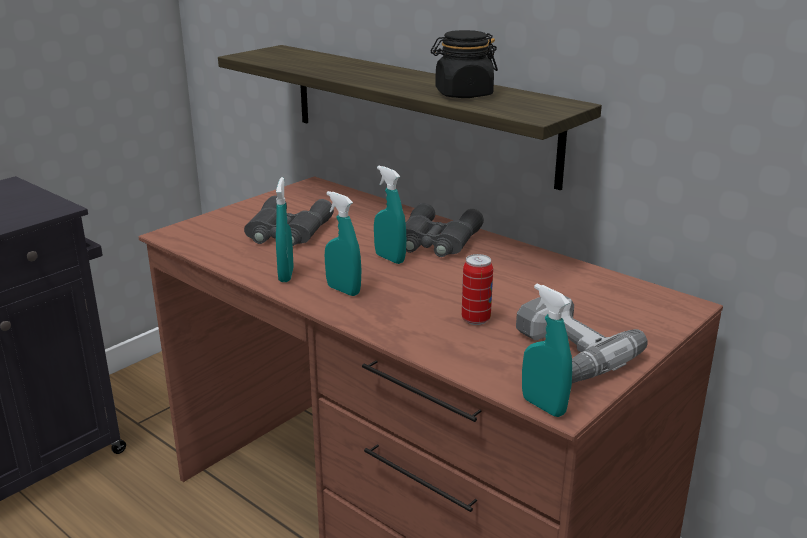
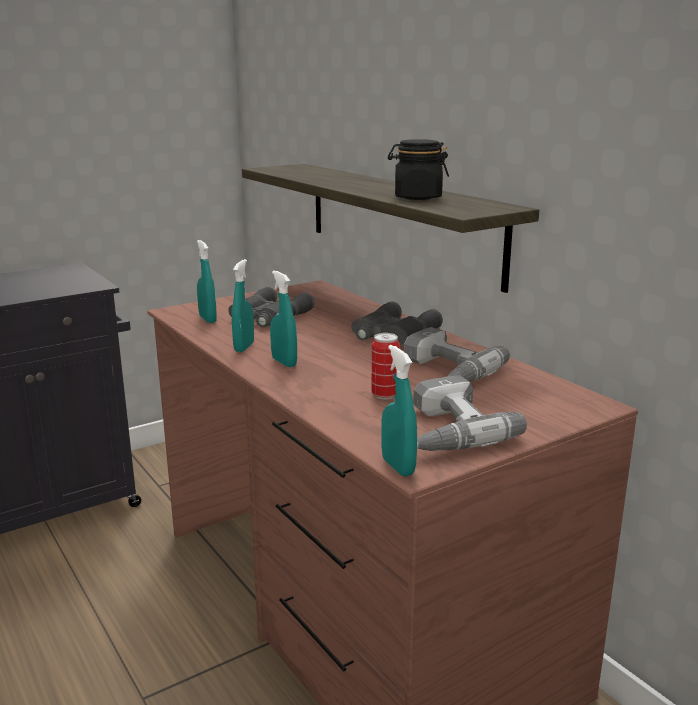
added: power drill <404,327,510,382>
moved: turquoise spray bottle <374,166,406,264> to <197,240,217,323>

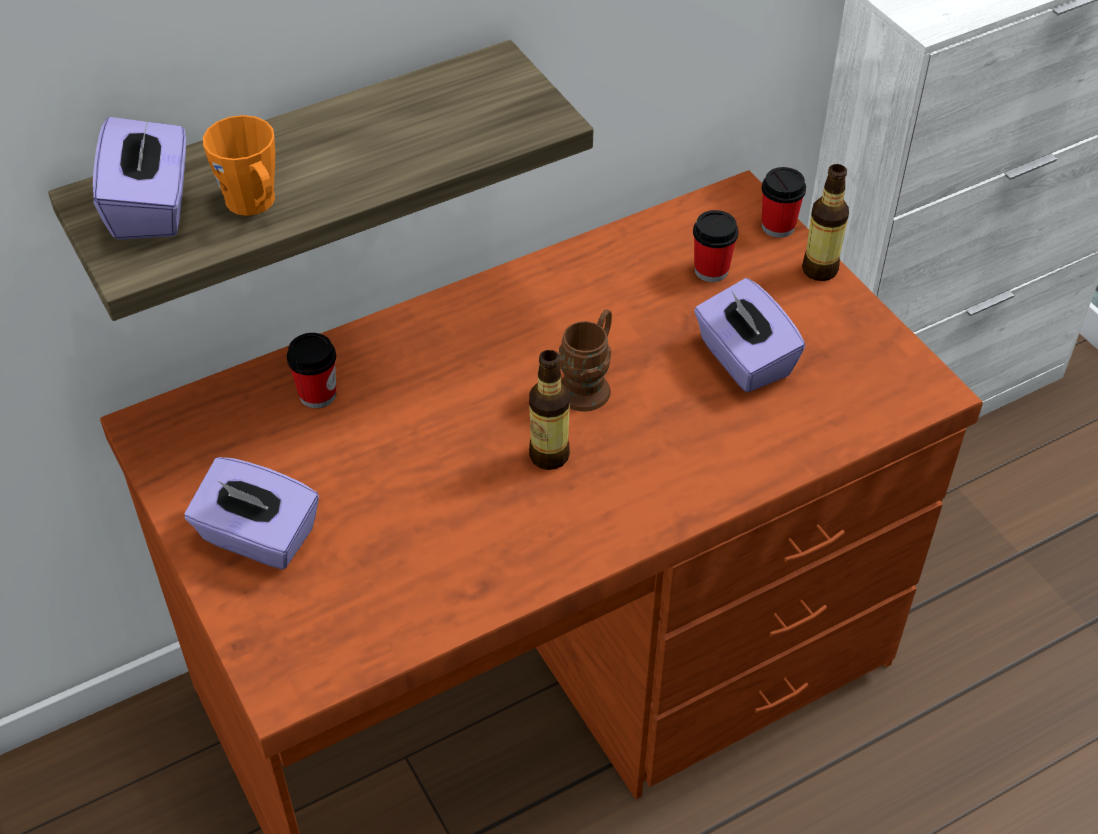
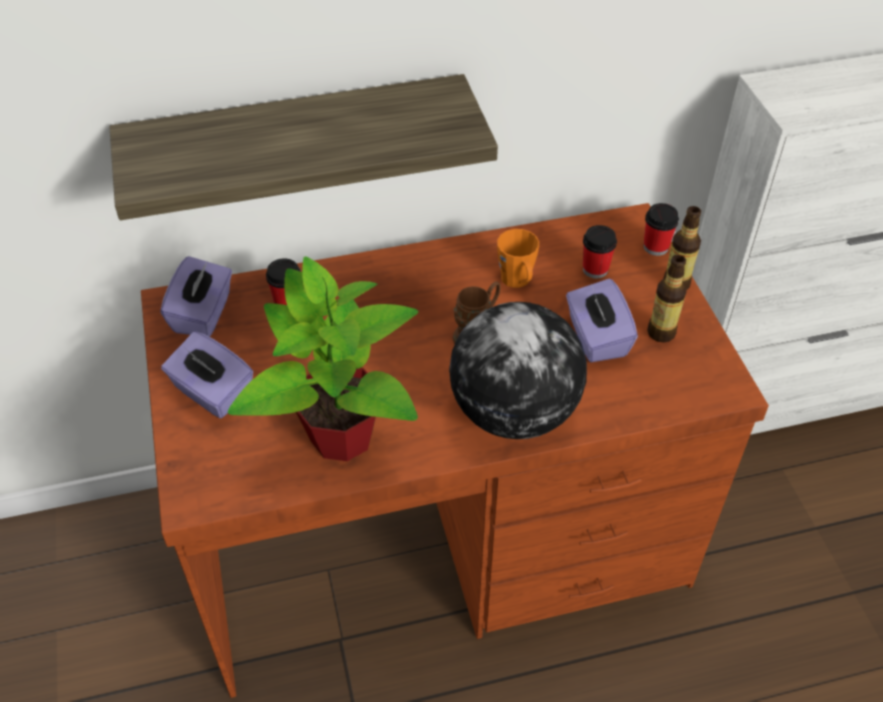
added: potted plant <228,256,418,461>; globe <449,302,587,439>
moved: purple tissue box <93,111,186,240> to <160,256,232,337>; orange mug <203,115,275,216> to <497,229,539,288>; bottle <529,350,570,470> to <647,255,687,342>

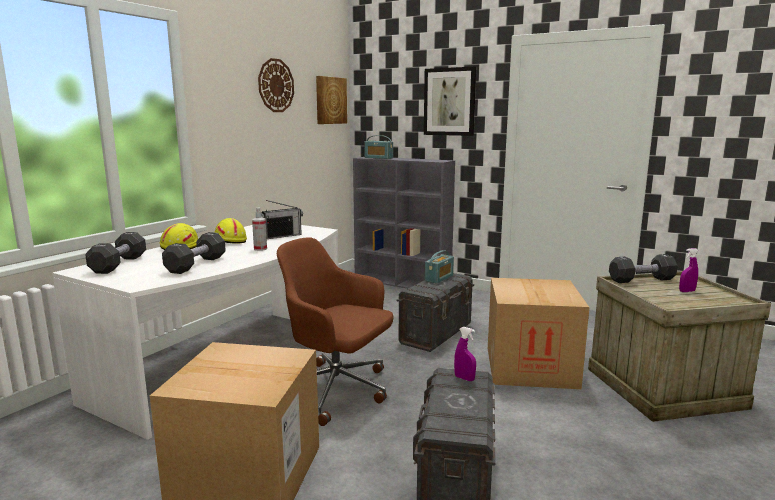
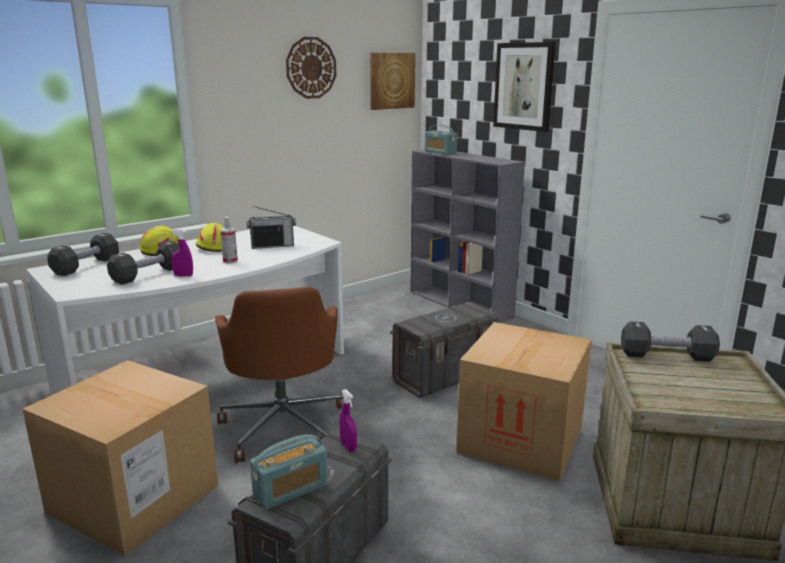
moved: radio <425,250,454,284> to <250,434,328,510>; purple spray bottle <679,248,699,292> to <170,229,193,277>
turned: brown office chair <277,237,393,426> = <215,287,344,463> 150 degrees counterclockwise

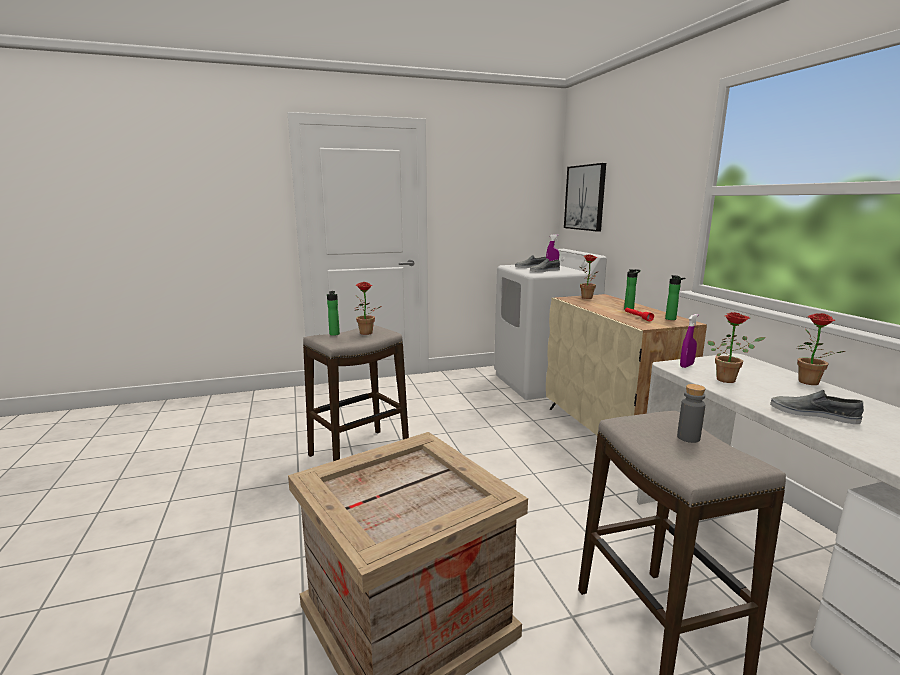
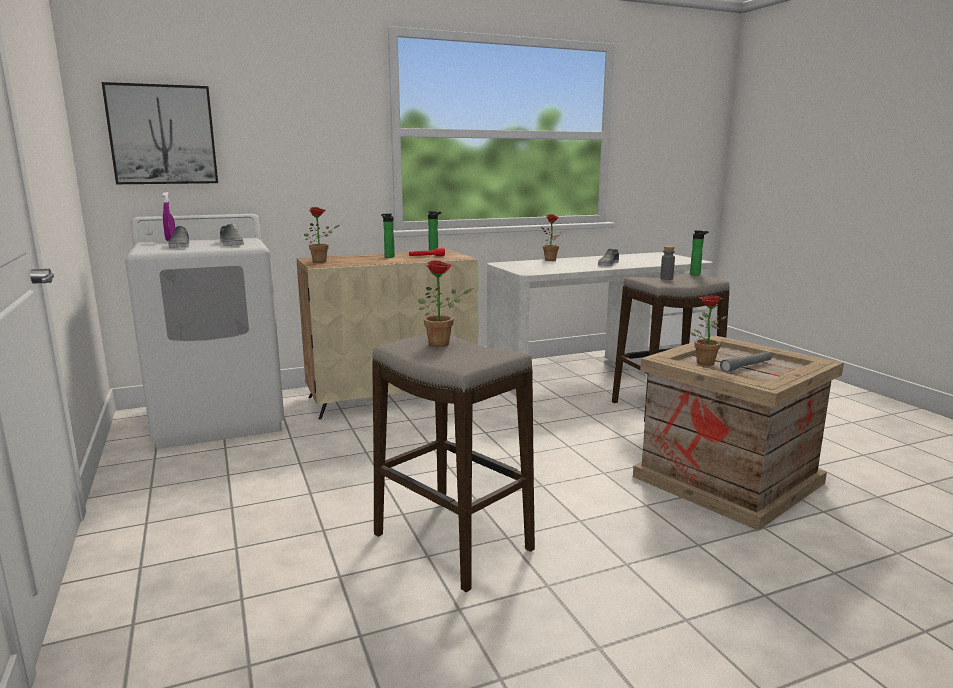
removed: purple spray bottle <680,314,698,368>
added: grey flashlight <720,352,772,372>
moved: bottle <327,291,340,336> to <690,230,709,276>; potted plant <708,312,765,383> to <690,295,727,366>

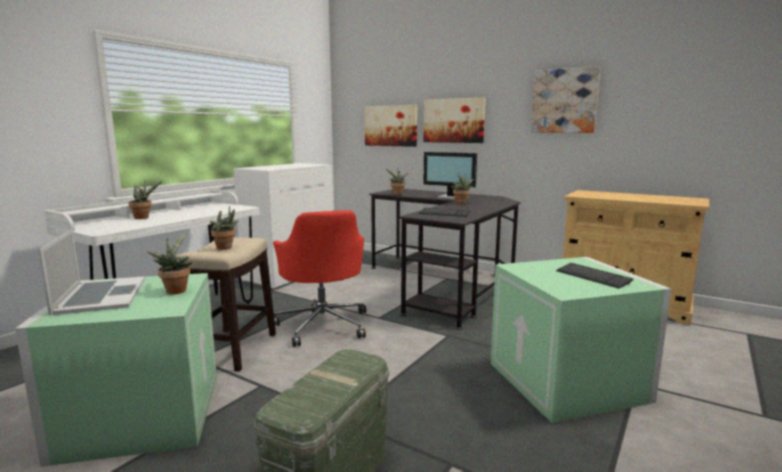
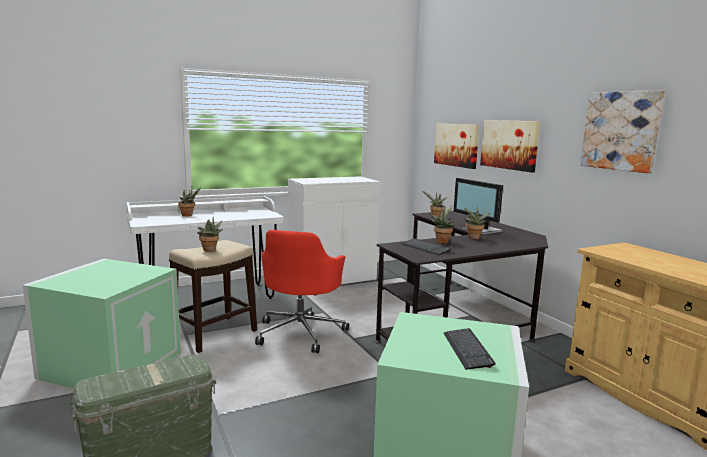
removed: laptop <38,229,145,315>
moved: potted plant <147,232,193,294> to <430,206,455,244>

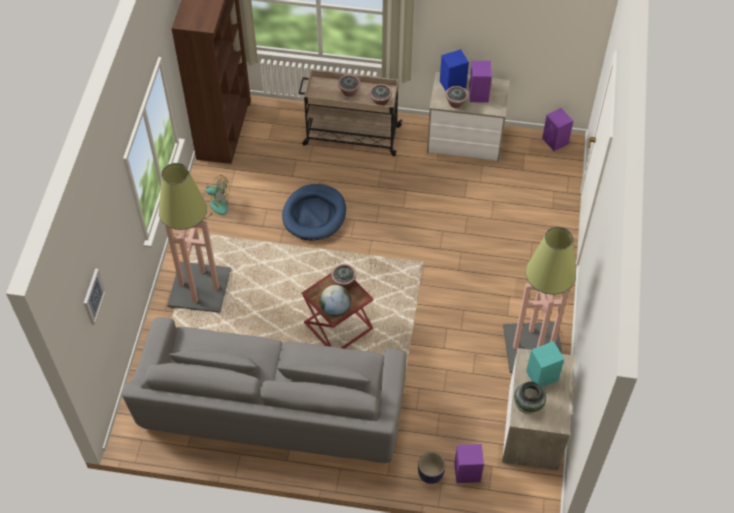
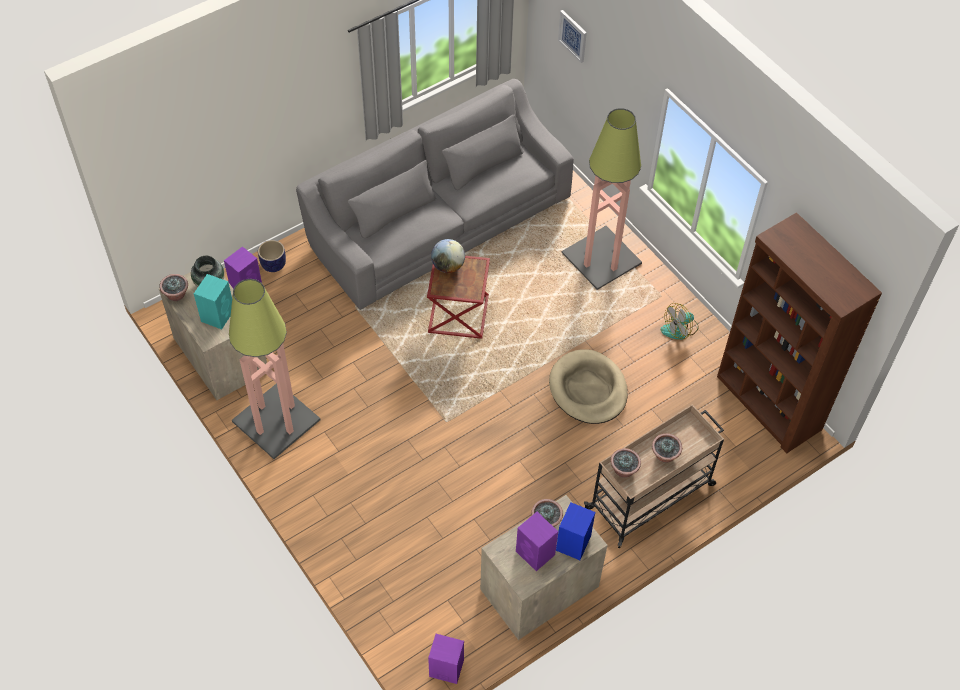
moved: potted plant <331,264,356,288> to <159,274,188,301>
recoloured: blue dog bed <282,184,346,241> to beige dog bed <549,349,628,424>

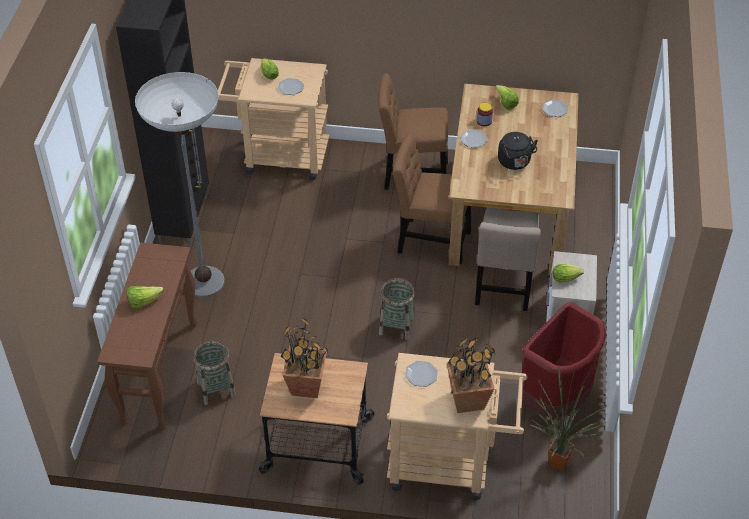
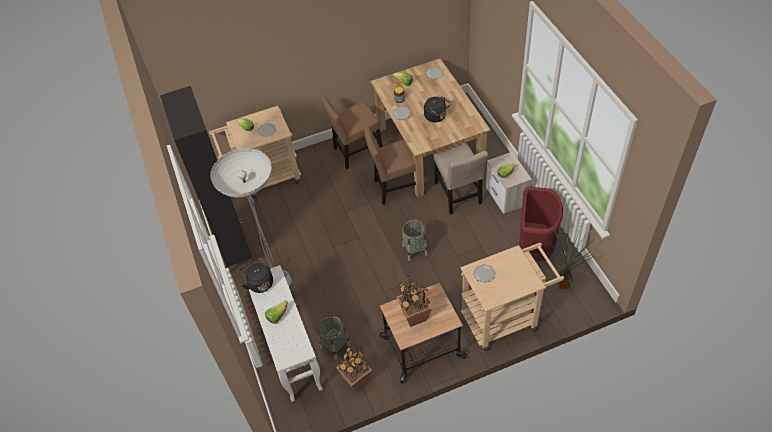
added: black kettle <240,257,273,293>
moved: potted plant <446,338,495,413> to <336,346,372,392>
recoloured: brown console table <97,242,197,430> to white console table <249,265,323,402>

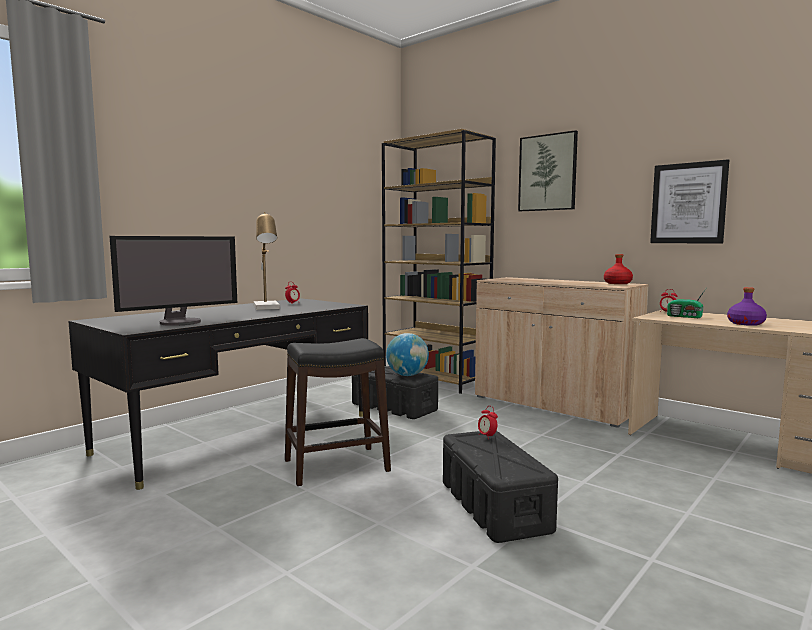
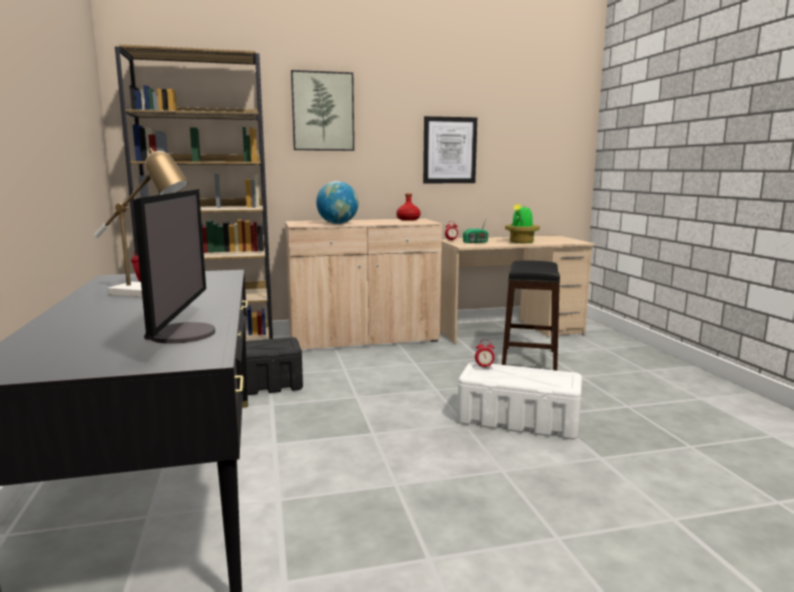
moved: black stool <285,338,391,486> to <502,260,560,371>; globe <386,333,429,376> to <316,181,359,224>
replaced: purple bottle <727,287,767,326> to potted plant <505,204,540,243>
recoloured: black storage box <443,431,558,543> to white storage box <457,362,582,440>

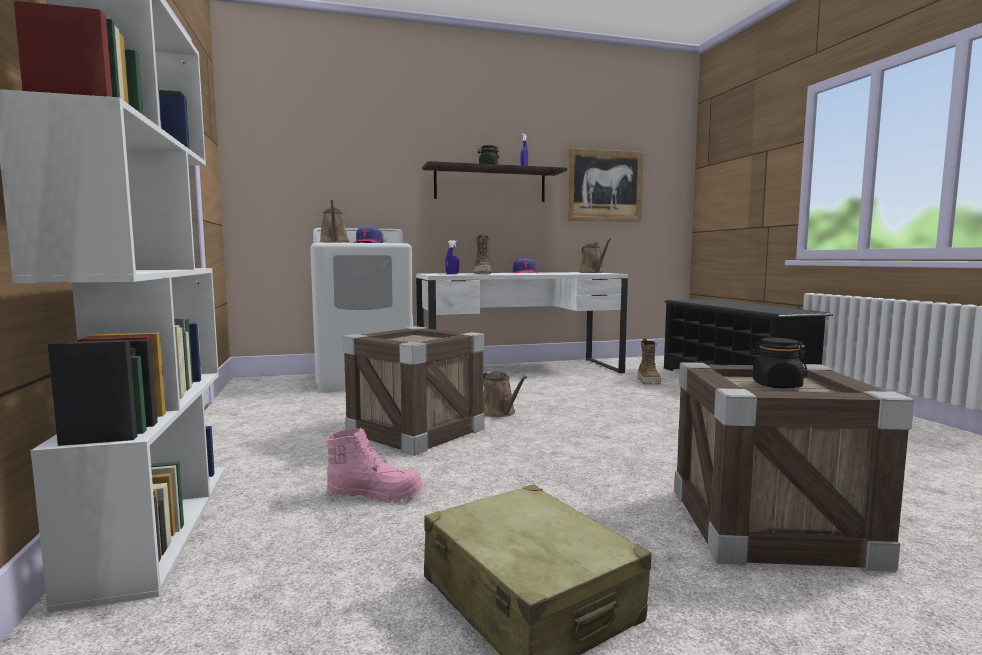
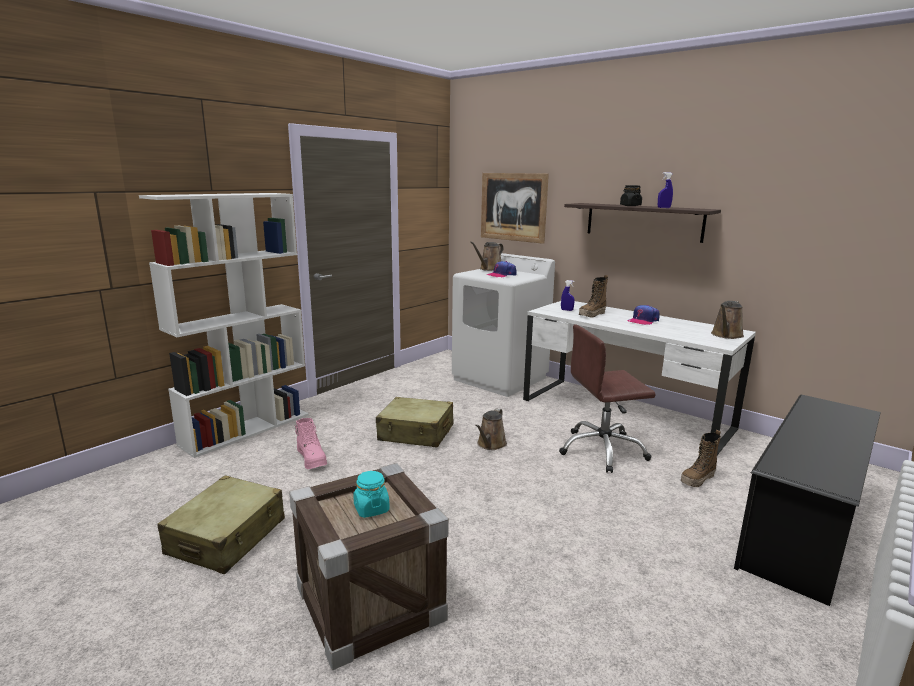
added: brown office chair <559,325,656,473>
moved: picture <567,148,644,222> to <481,173,549,244>
replaced: crate <342,326,485,456> to beige suitcase <376,397,453,448>
recoloured: black jar <750,338,807,388> to turquoise jar <353,471,390,518>

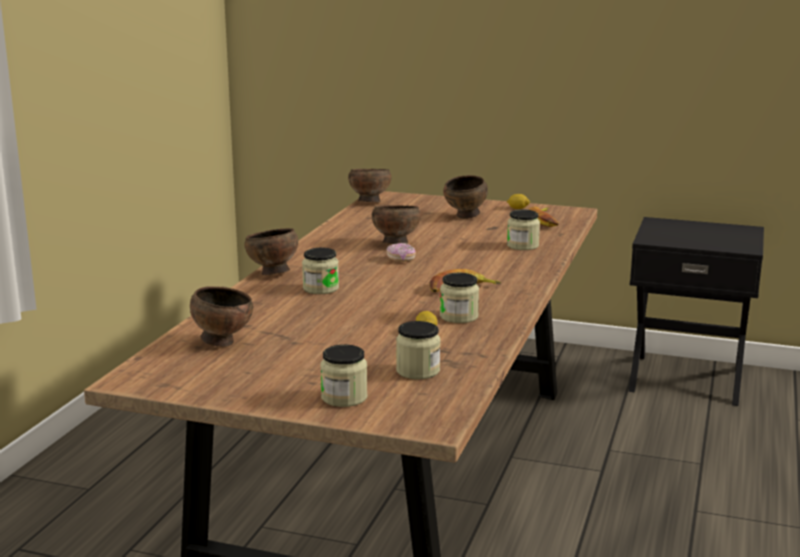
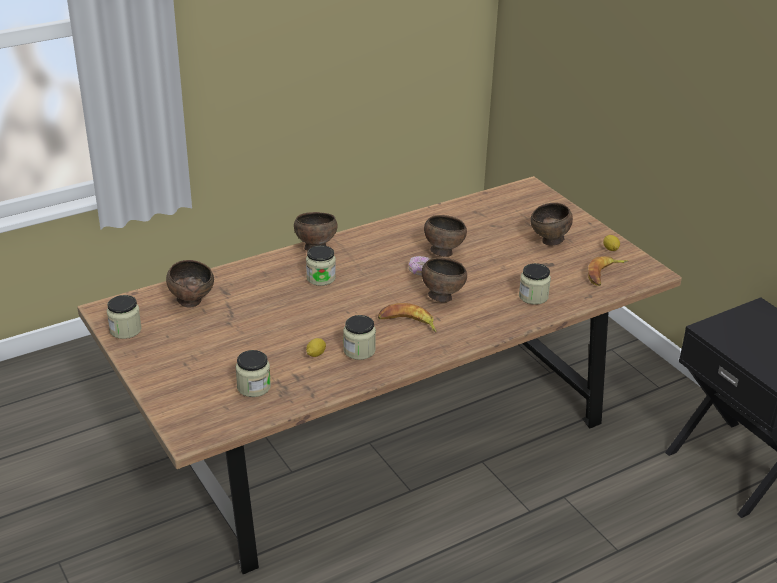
moved: jar <320,344,367,407> to <107,295,142,339>; brown bowl <348,169,391,202> to <422,257,467,302>

